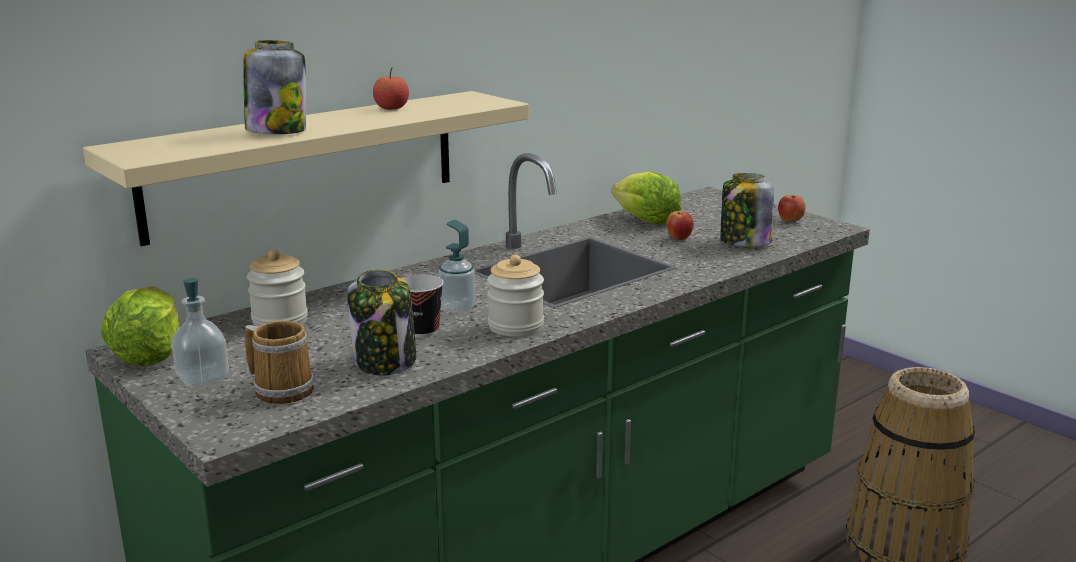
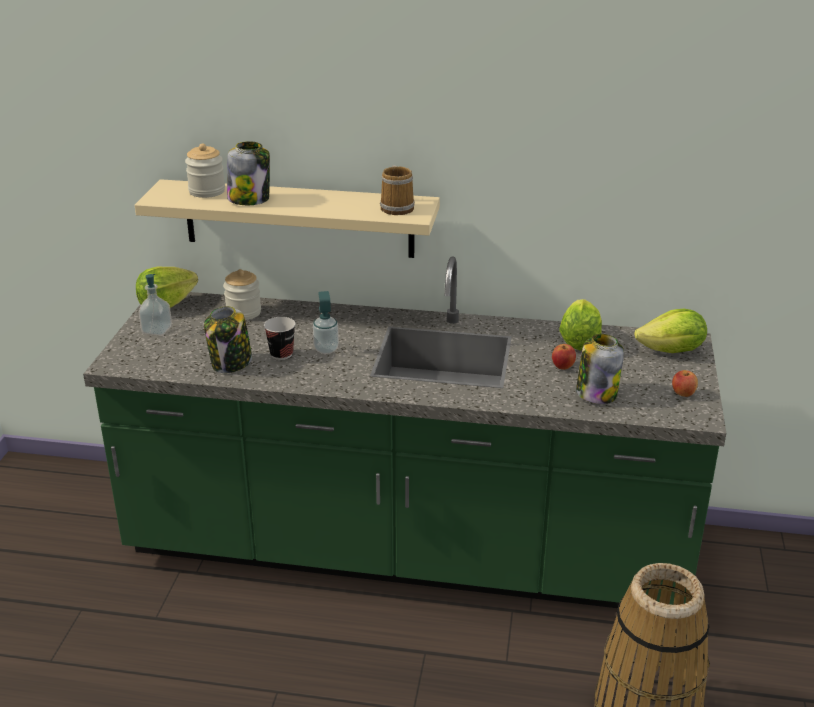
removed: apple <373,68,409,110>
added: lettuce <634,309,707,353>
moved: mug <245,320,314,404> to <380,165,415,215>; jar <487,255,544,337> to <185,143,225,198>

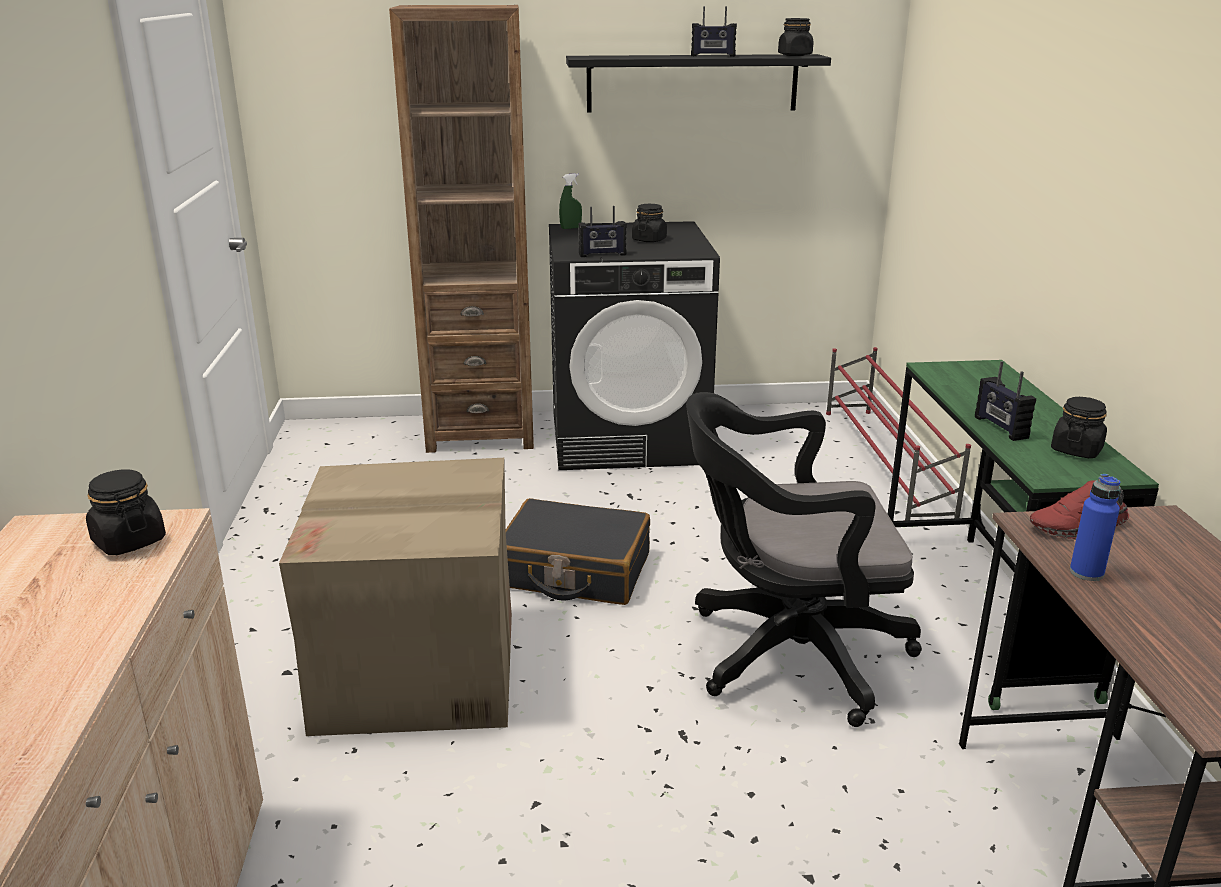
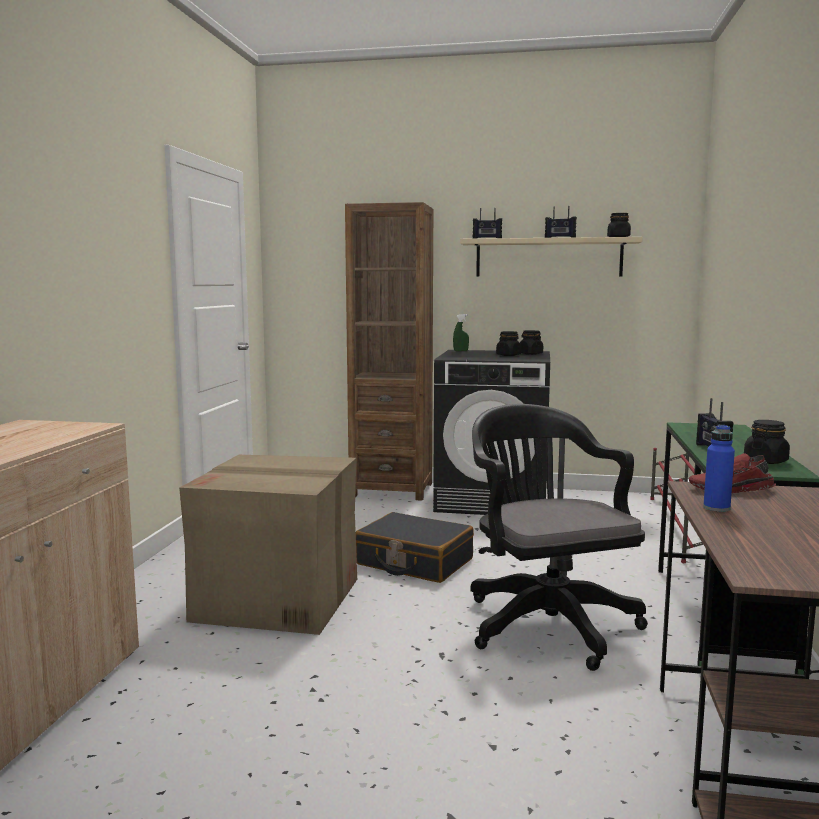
moved: black jar <86,470,166,555> to <520,330,543,355>; radio <578,206,627,257> to <473,208,502,239>
recoloured: black shelf <566,54,831,113> to beige shelf <460,237,642,277>
turned: black office chair <686,392,922,727> = <470,404,648,671> 60 degrees clockwise

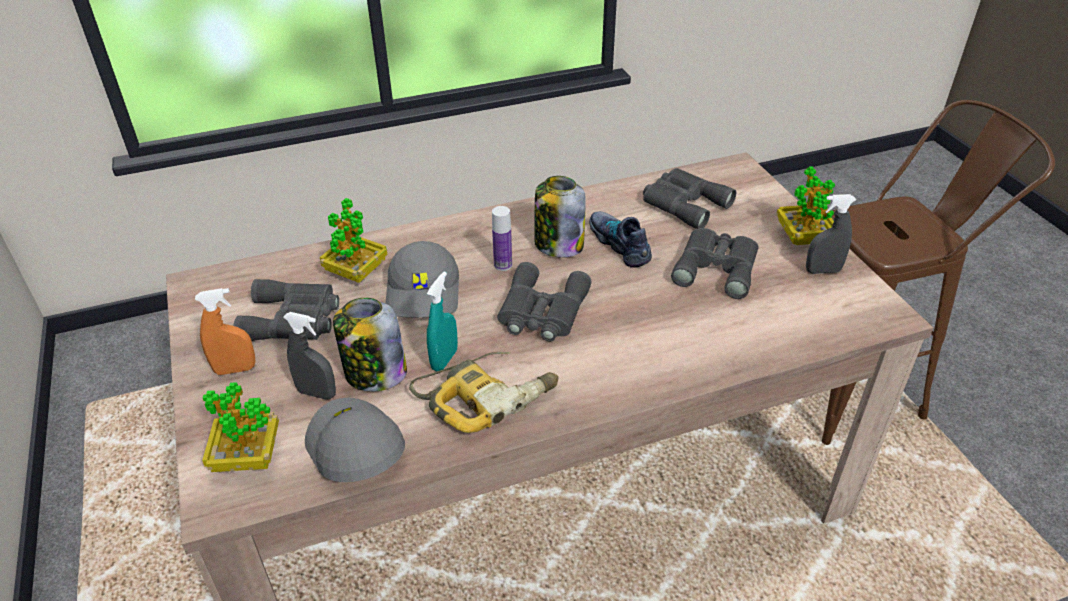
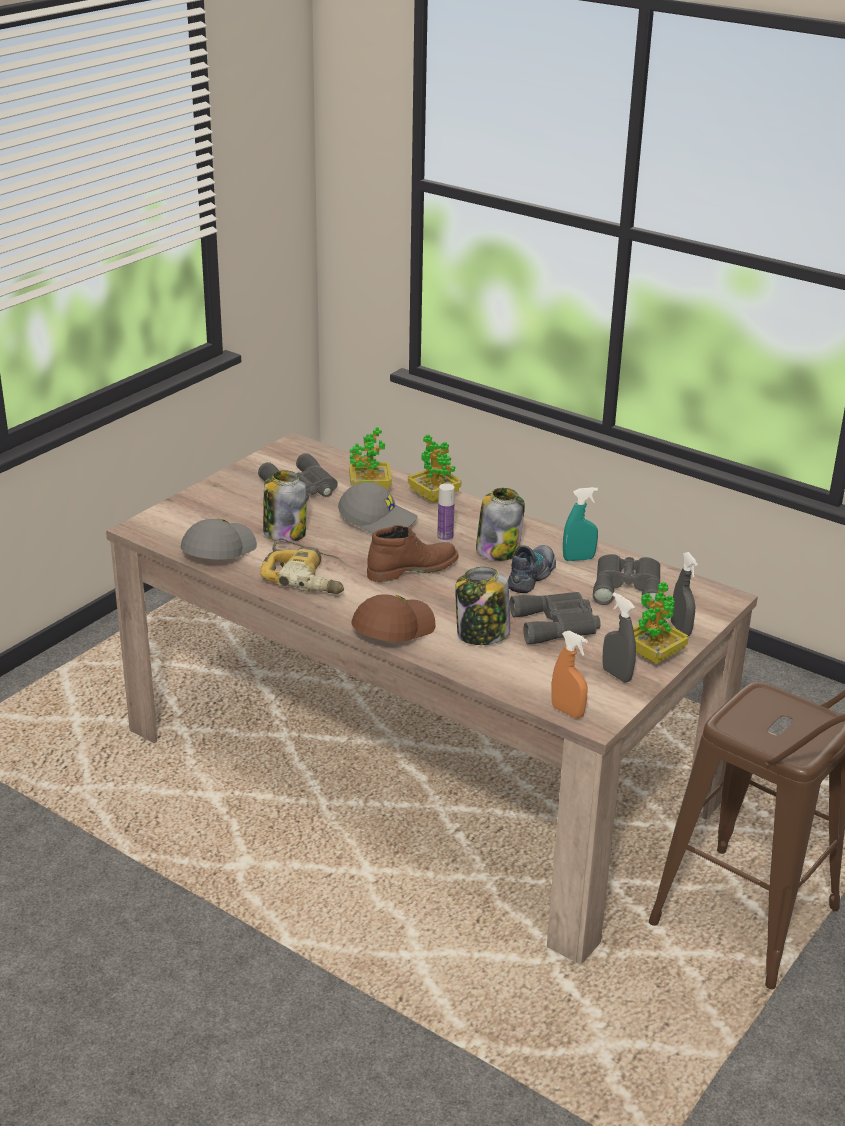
added: brown cap <351,595,436,642>; jar <455,567,510,645>
moved: orange spray bottle <195,288,256,375> to <551,631,588,718>; potted plant <202,382,279,472> to <408,434,462,503>; grey spray bottle <283,312,336,400> to <671,552,698,636>; turquoise spray bottle <427,271,458,371> to <563,487,598,561>
replaced: grey binoculars <497,262,592,341> to brown boot <367,525,458,582>
turned: grey cap <385,241,459,318> = <338,482,418,534> 120 degrees counterclockwise

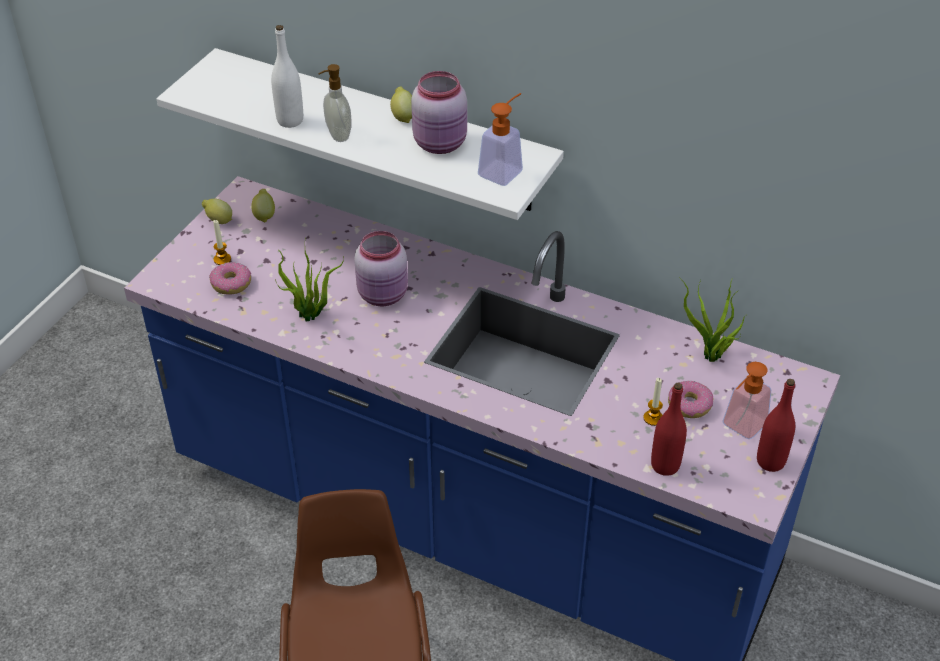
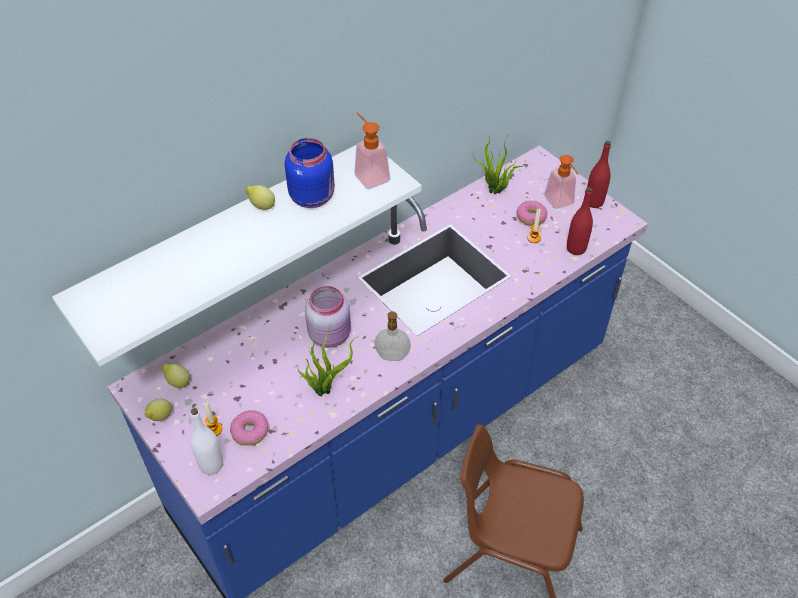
moved: white bottle <271,25,303,128> to <190,408,223,475>; soap dispenser <318,64,352,142> to <374,311,411,361>
recoloured: pink jar <411,71,467,154> to blue jar <284,138,335,208>

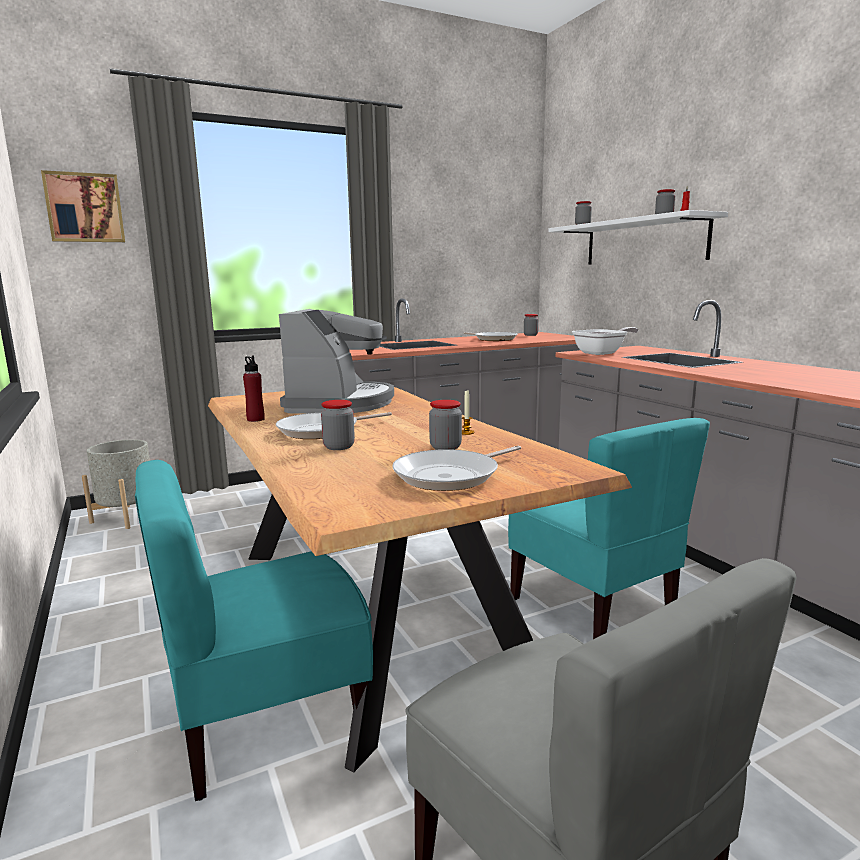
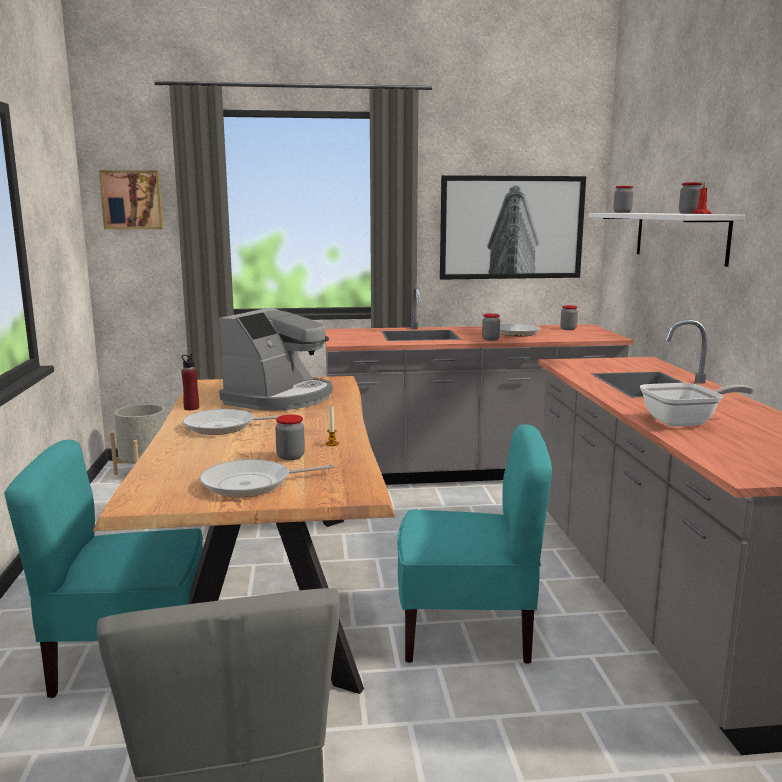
added: picture <440,175,586,280>
moved: jar <321,400,355,450> to <482,314,500,341>; frying pan <572,327,638,355> to <640,383,754,427>
turned: turquoise chair <508,418,710,639> = <397,424,552,664> 75 degrees counterclockwise

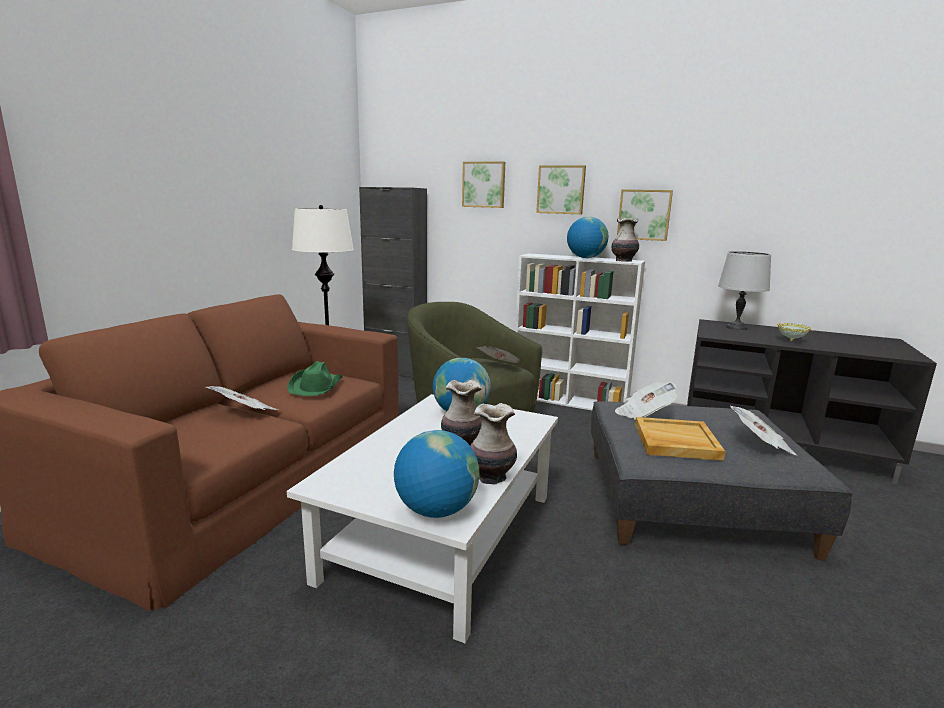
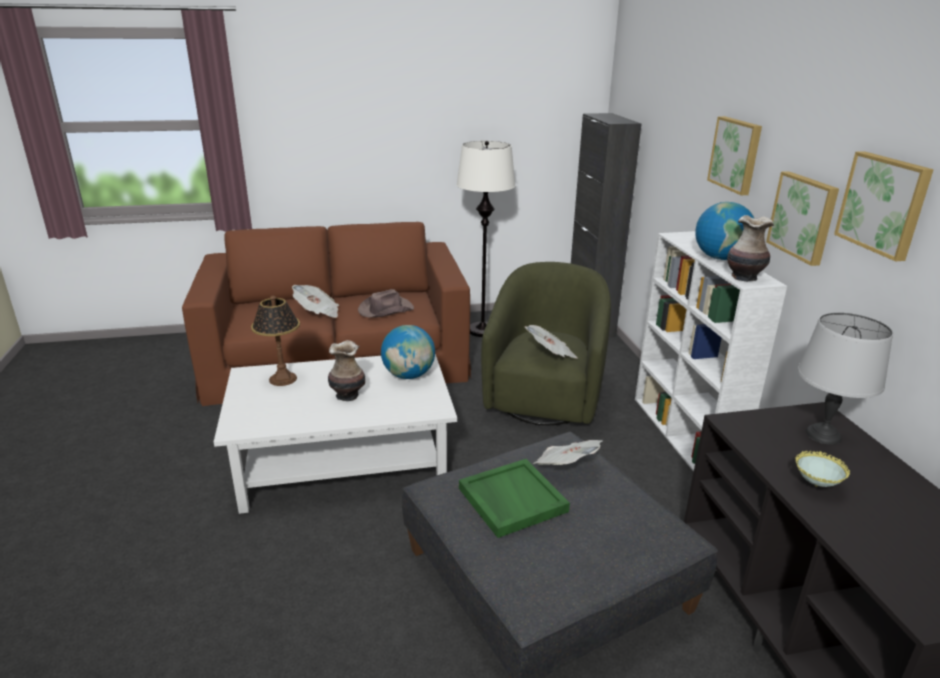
removed: globe <394,430,479,518>; vase <471,403,517,484>; newspaper <730,406,796,455>
added: table lamp <251,296,300,386>
moved: picture <462,161,505,208> to <834,151,934,261>
recoloured: green hat <287,361,343,396> to brown hat <358,289,414,318>; beige tray <635,417,725,461> to green tray <459,459,570,538>

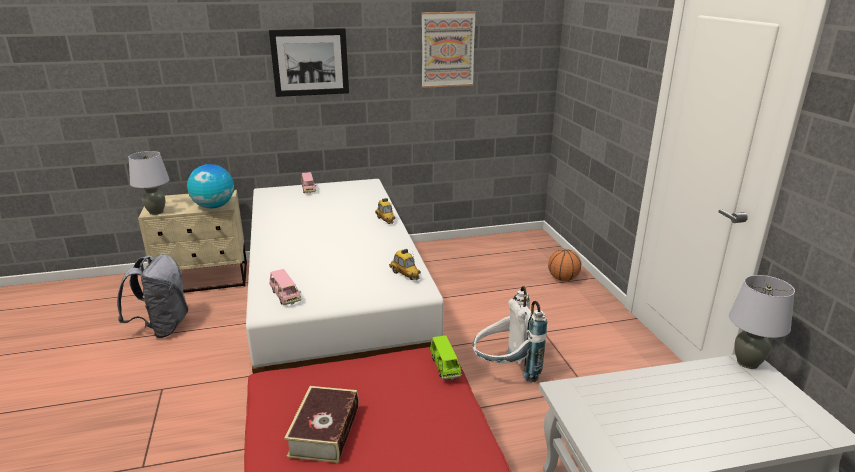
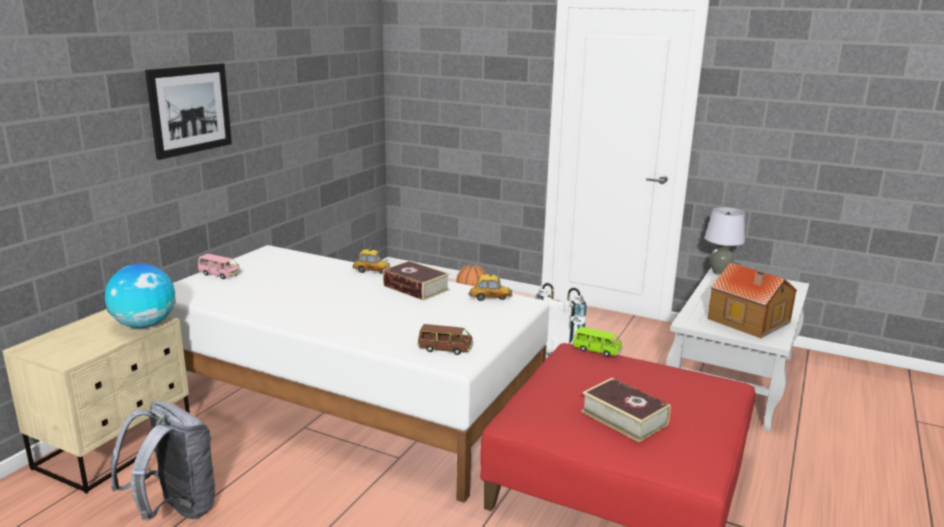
removed: grey table lamp <129,151,170,215>; picture <422,12,476,88>
added: book <383,260,450,301>; toy house <707,263,797,338>
recoloured: pink toy car <269,269,301,305> to brown toy car <417,324,473,355>

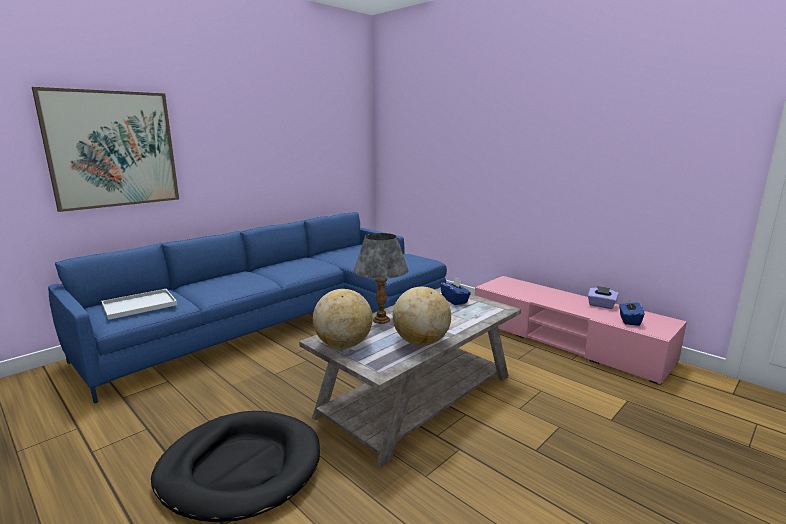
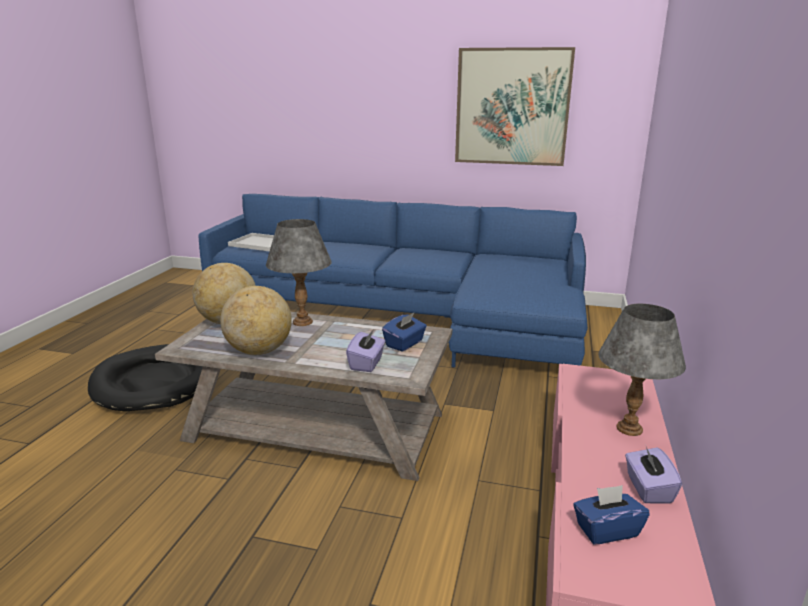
added: purple tissue box <346,329,385,372>; grey table lamp <598,304,686,436>
moved: picture <32,87,179,212> to <455,47,575,166>

